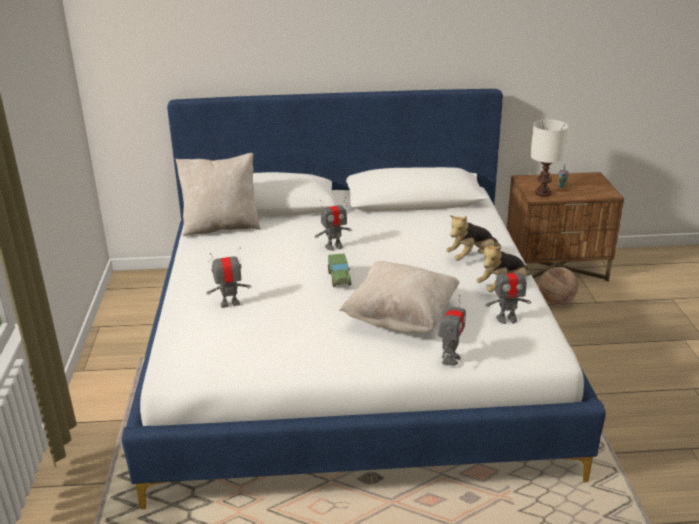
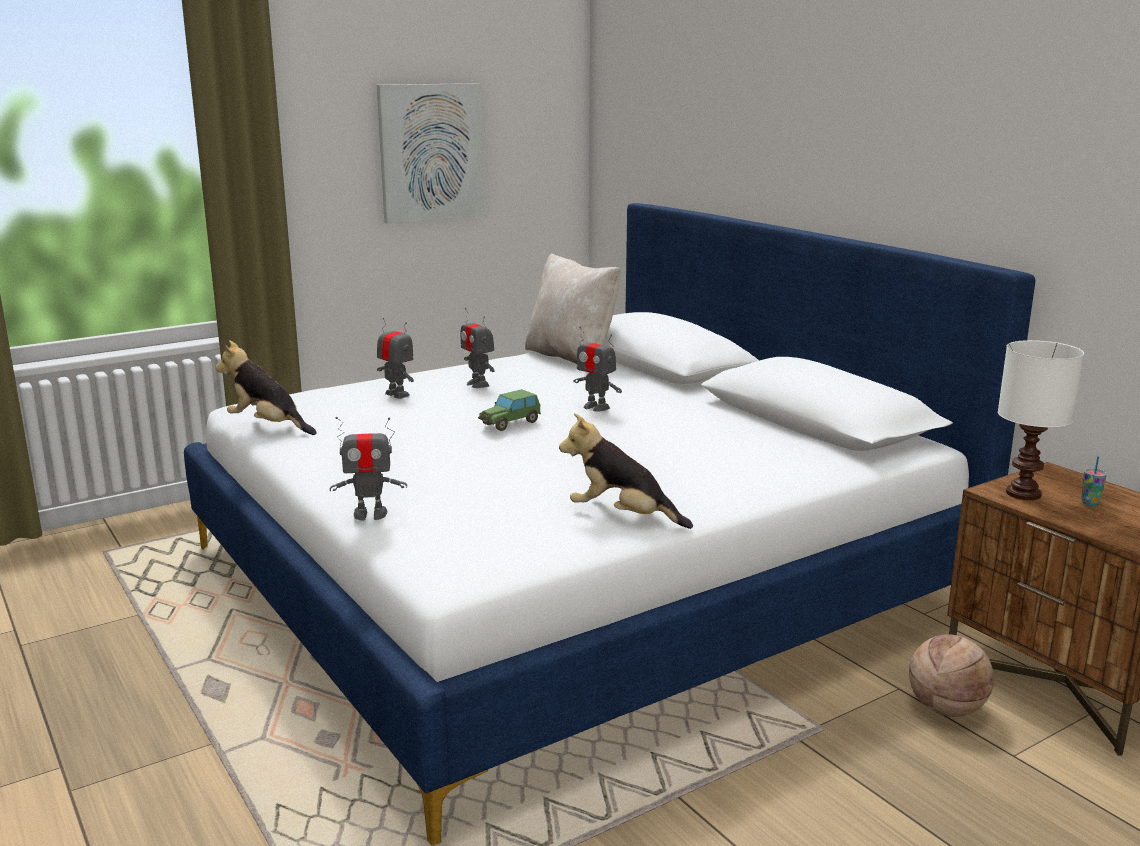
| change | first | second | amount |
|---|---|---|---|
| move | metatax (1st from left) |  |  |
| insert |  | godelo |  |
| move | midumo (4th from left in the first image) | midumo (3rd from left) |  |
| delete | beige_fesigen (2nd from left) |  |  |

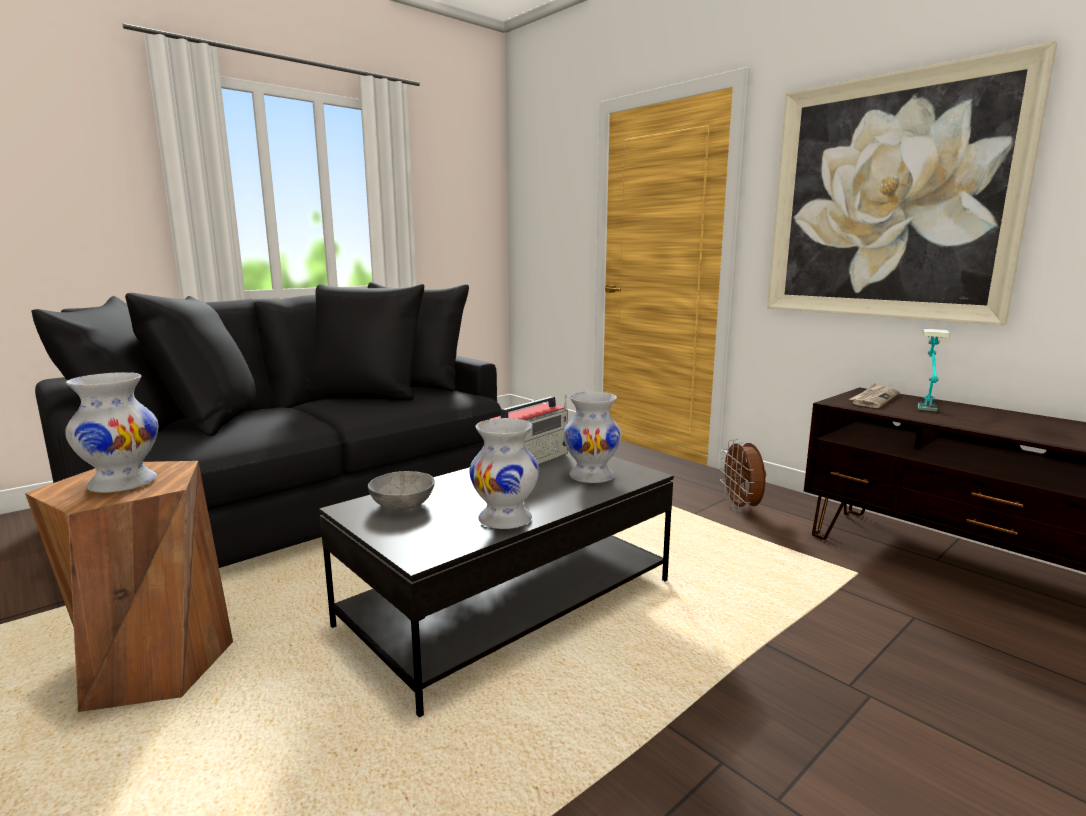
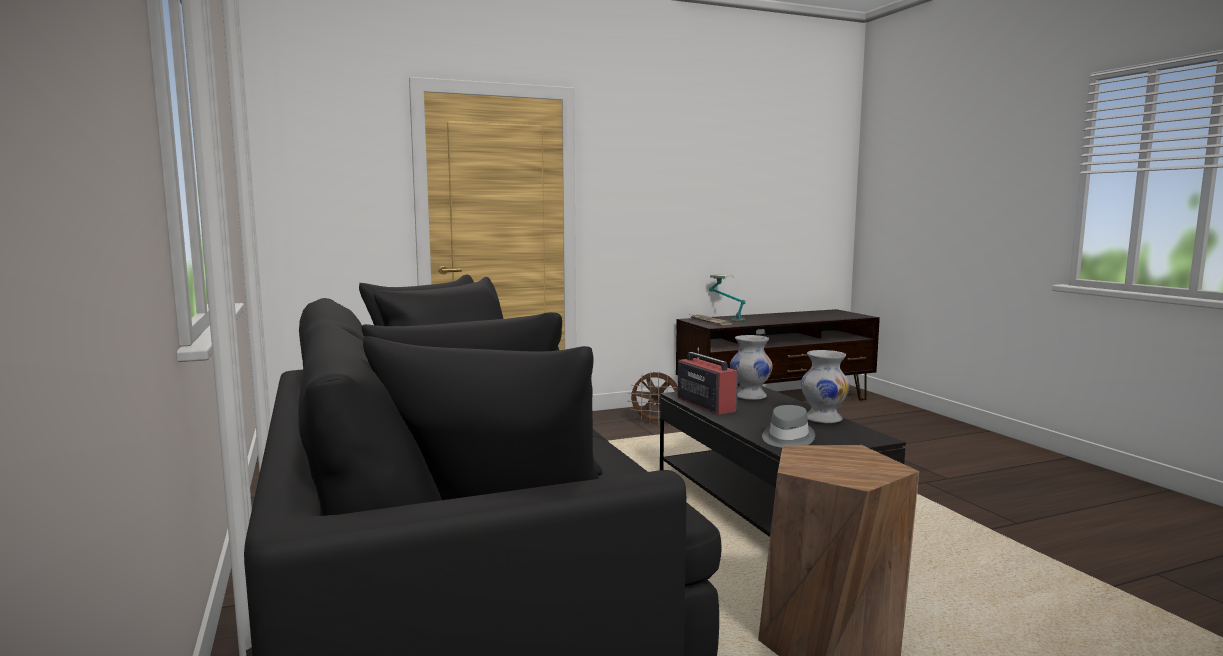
| change | first | second | amount |
|---|---|---|---|
| replace | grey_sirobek | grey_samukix |  |
| delete | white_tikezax (1st from left) |  |  |
| delete | godelo |  |  |

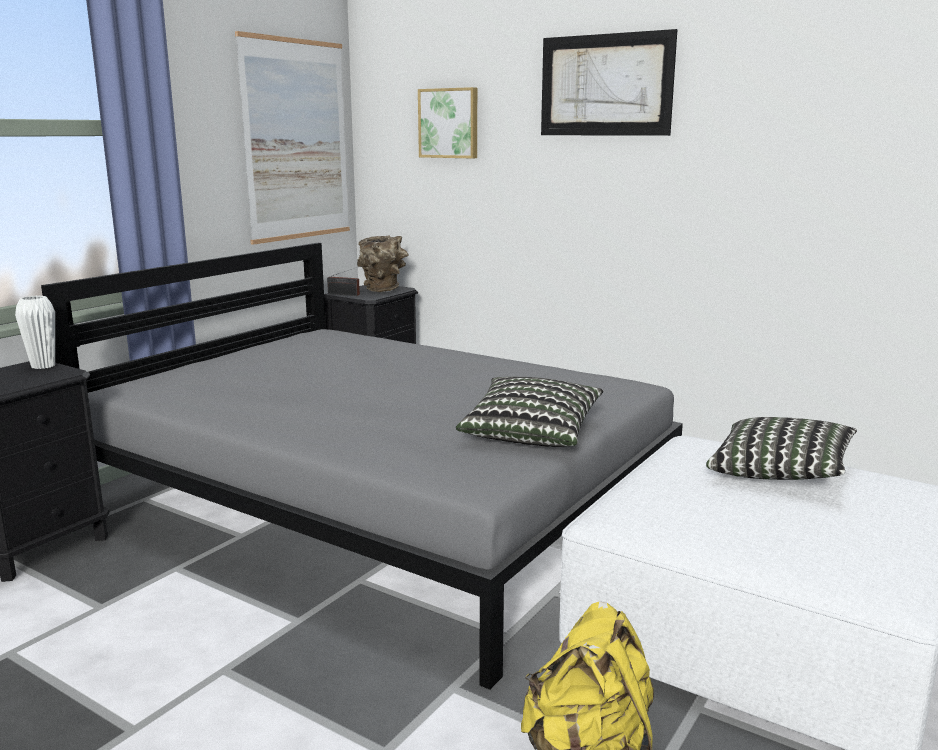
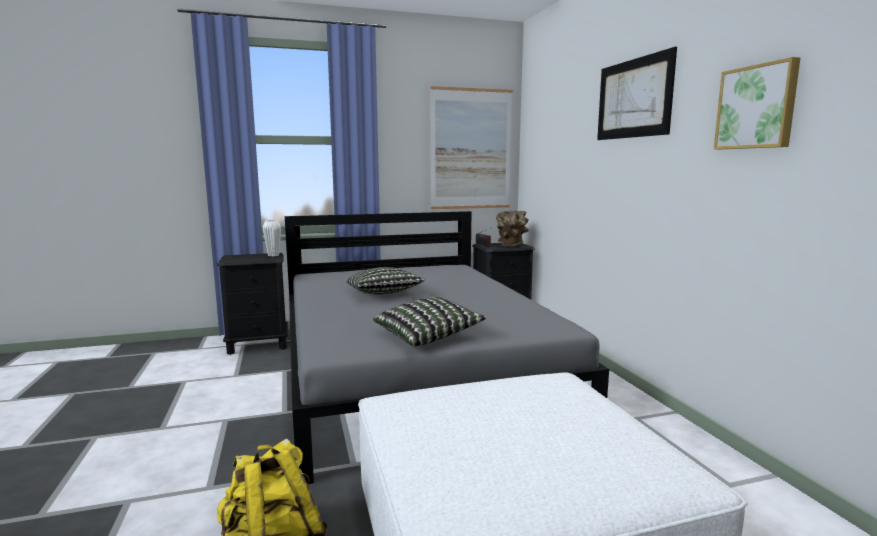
| change | first | second | amount |
|---|---|---|---|
| move | fesigen (2nd from left in the first image) | fesigen (1st from left) |  |
| move | godelo (2nd from left in the first image) | godelo (3rd from left) |  |

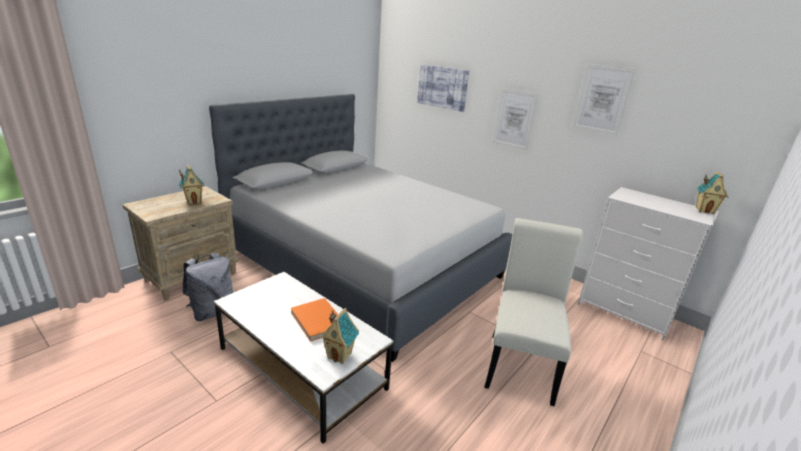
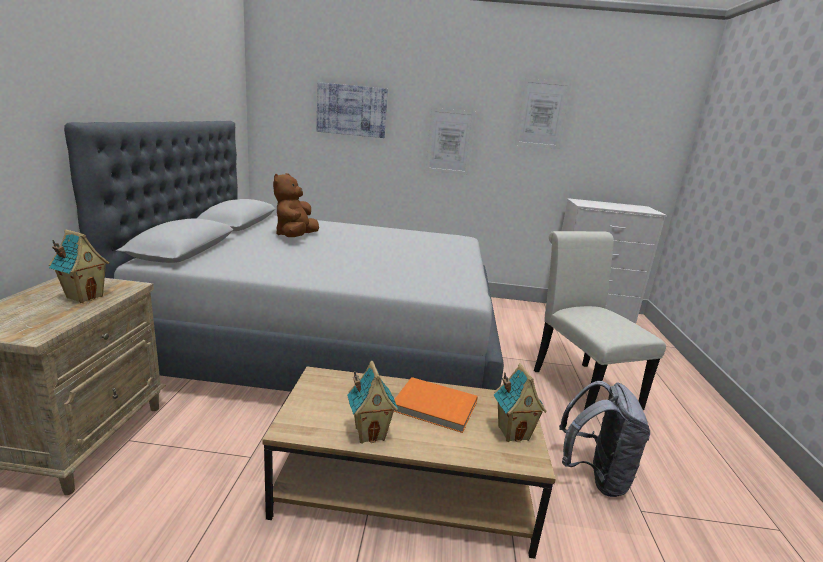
| change | first | second | amount |
|---|---|---|---|
| recolor | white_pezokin | brown_pezokin |  |
| insert |  | brown_metatax |  |
| move | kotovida (3rd from left in the first image) | kotovida (2nd from left) |  |
| move | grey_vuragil |  |  |

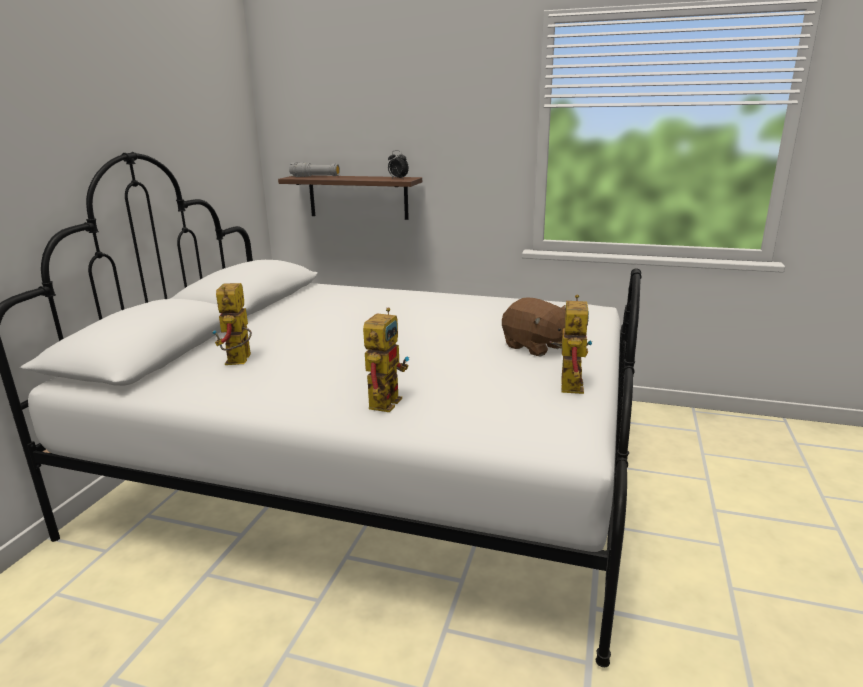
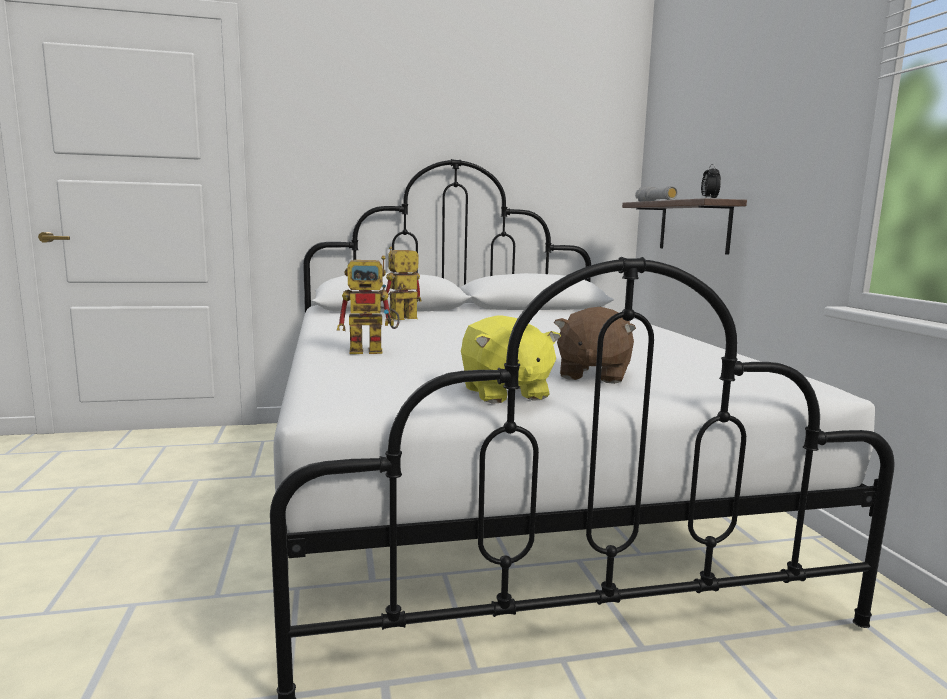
| change | first | second | amount |
|---|---|---|---|
| replace | midumo (3rd from left) | yellow_metatax |  |

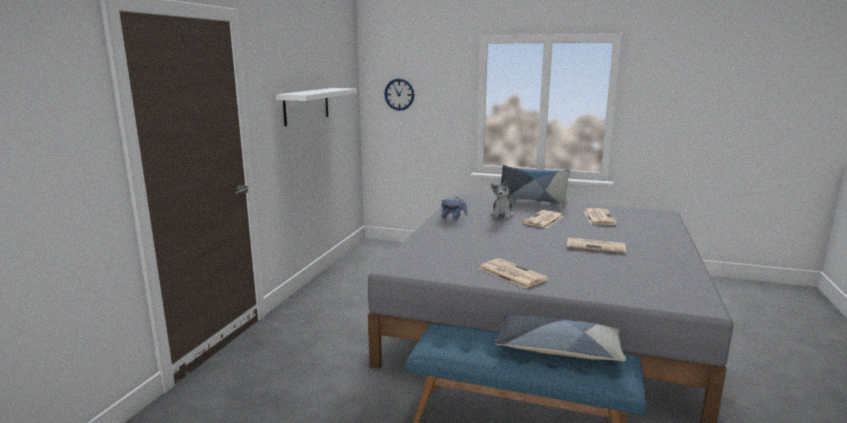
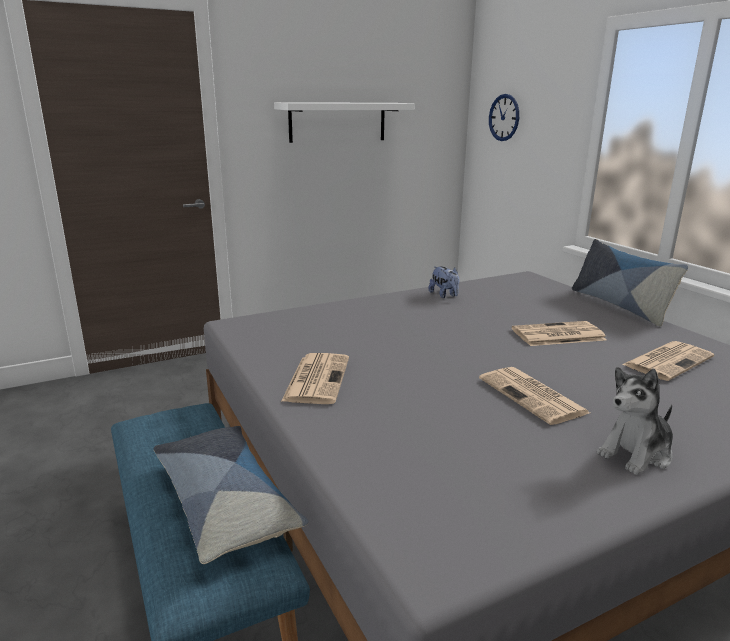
| change | first | second | amount |
|---|---|---|---|
| move | metatax (2nd from left) |  |  |

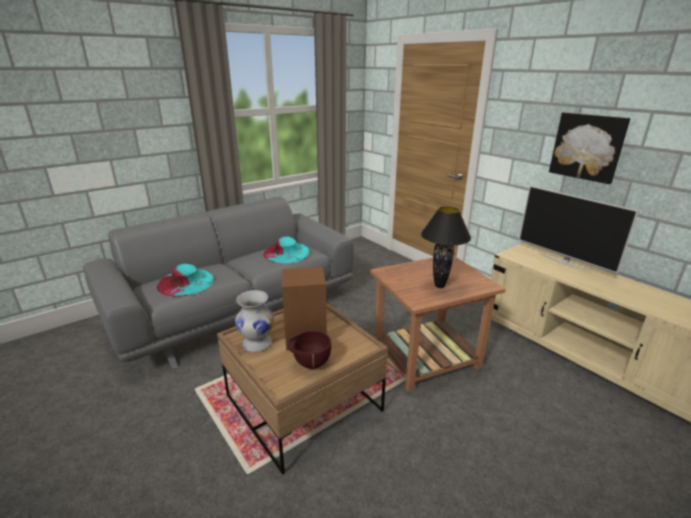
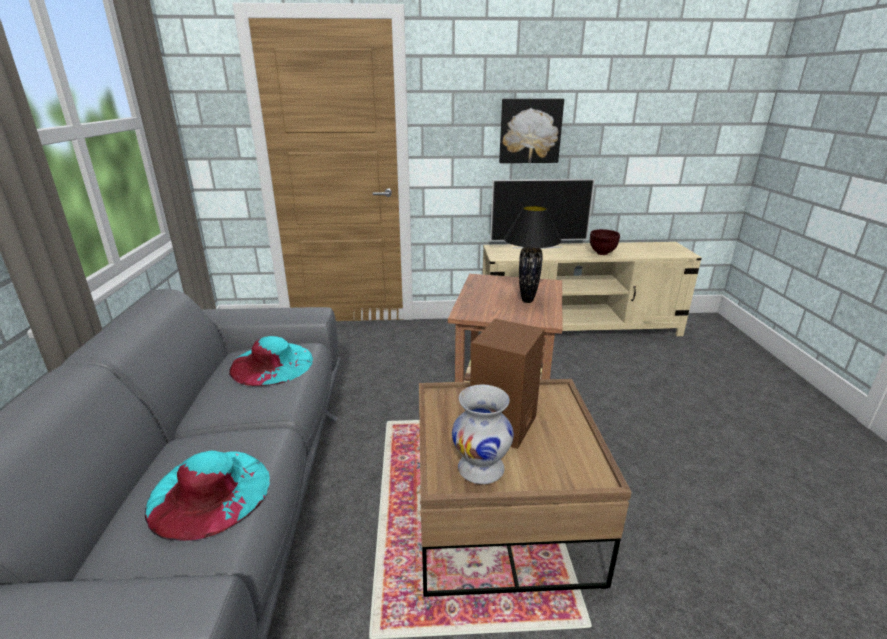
| change | first | second | amount |
|---|---|---|---|
| move | brown_sirobek |  |  |

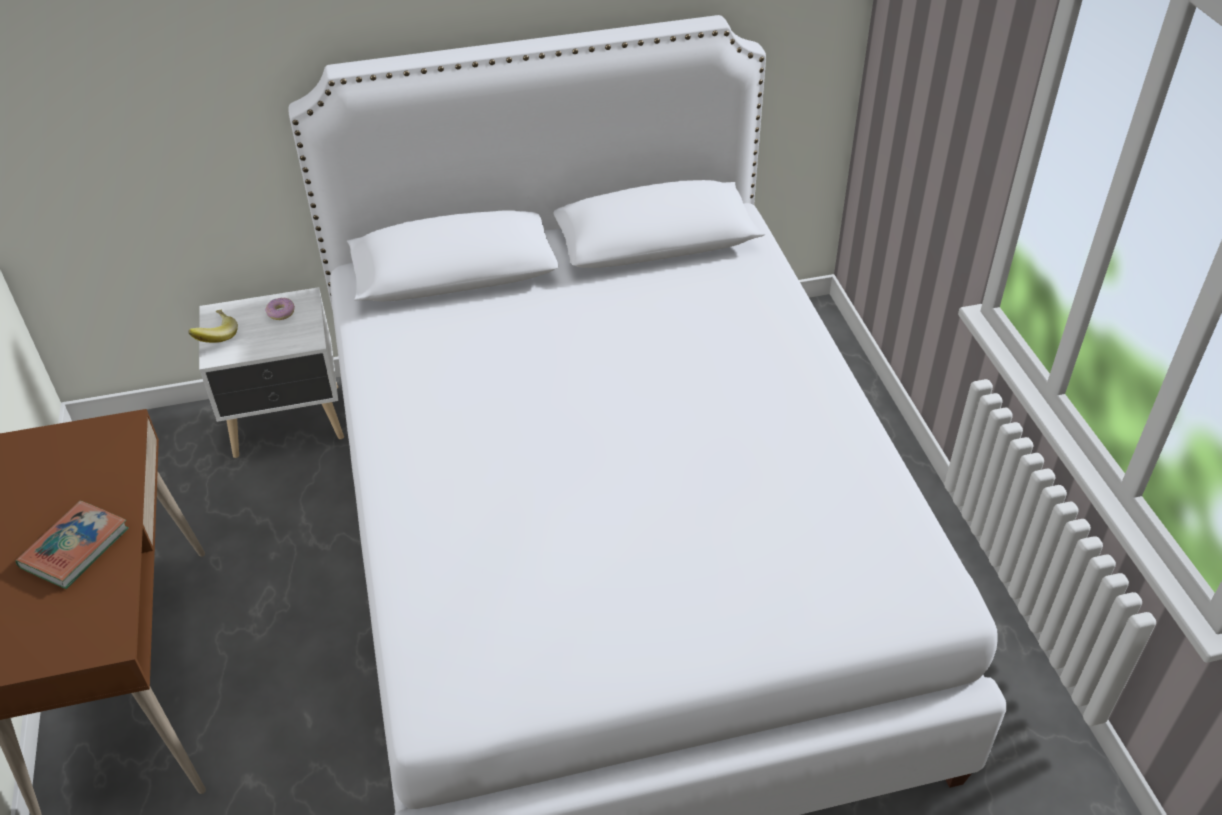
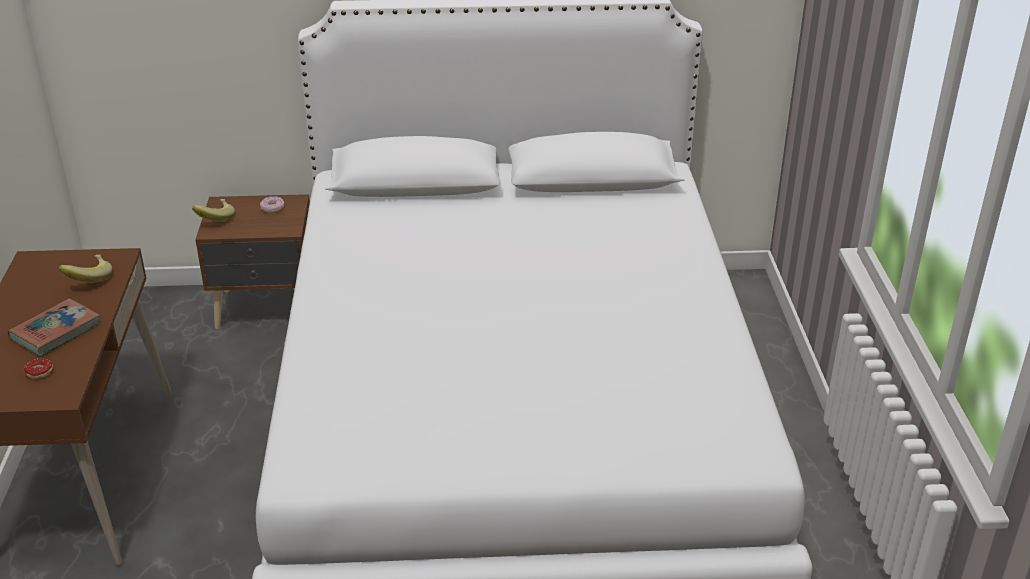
| change | first | second | amount |
|---|---|---|---|
| insert |  | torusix (1st from left) |  |
| insert |  | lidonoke (1st from left) |  |
| recolor | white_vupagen | brown_vupagen |  |

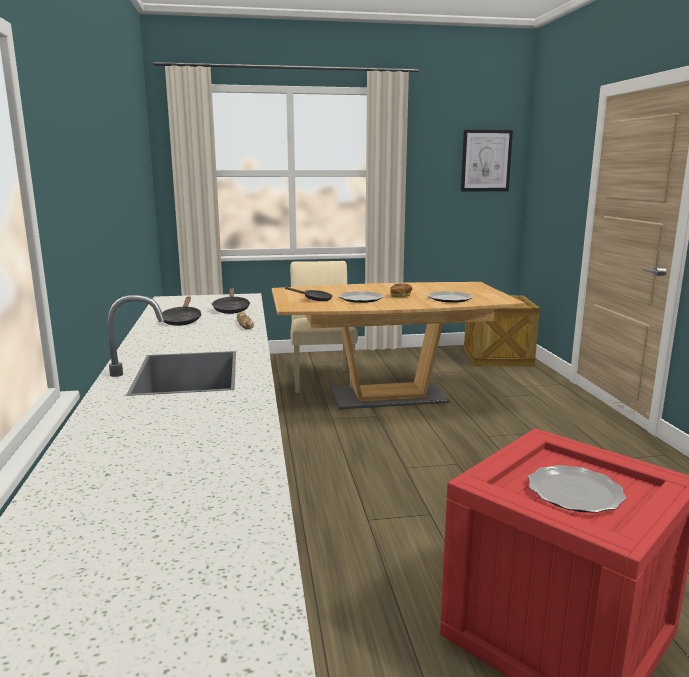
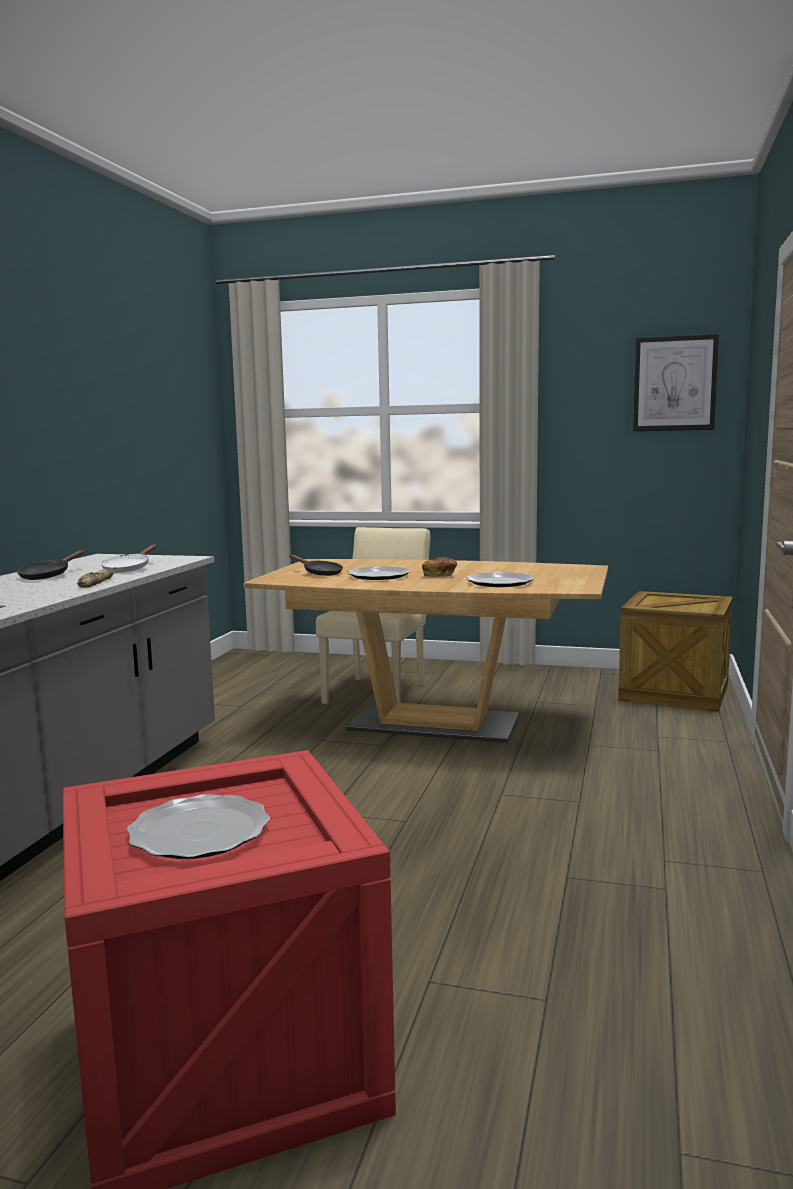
| change | first | second | amount |
|---|---|---|---|
| recolor | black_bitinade (2nd from left) | white_bitinade |  |

